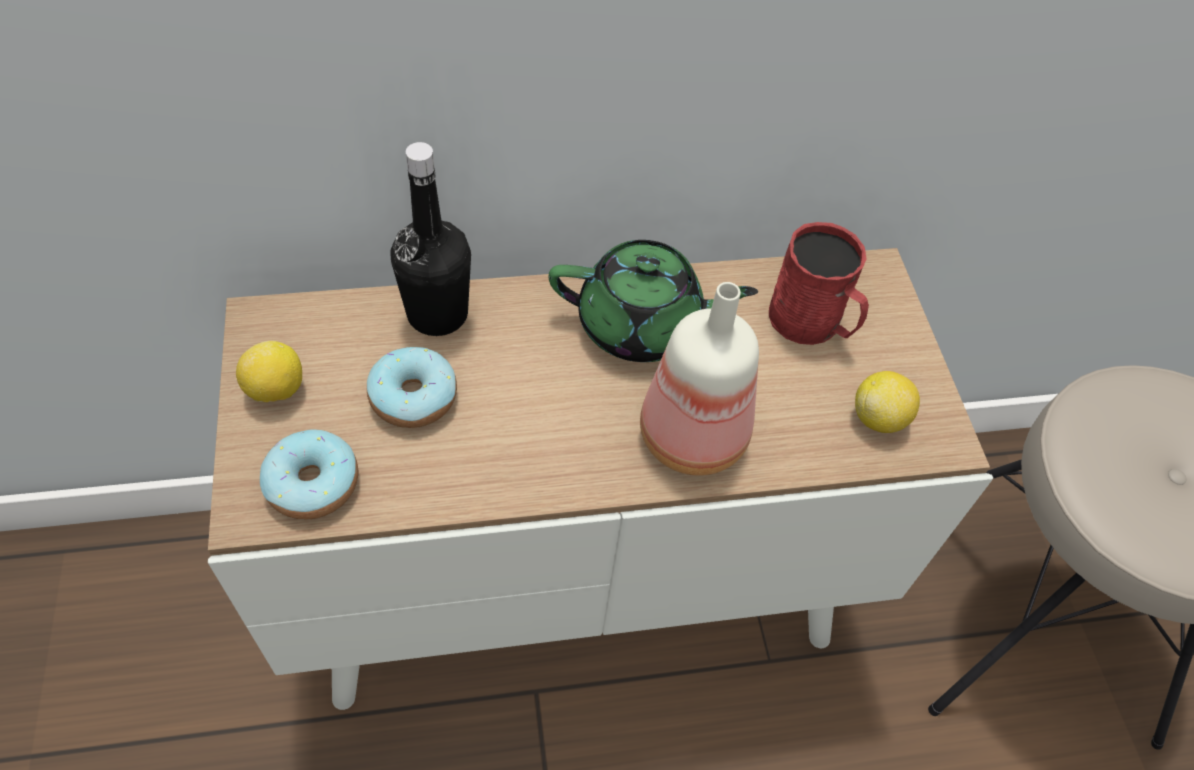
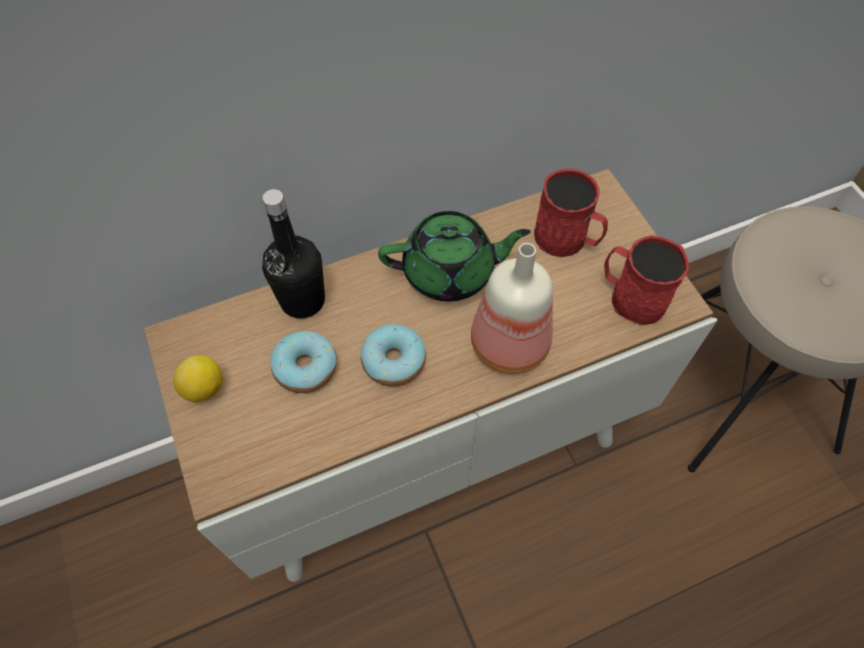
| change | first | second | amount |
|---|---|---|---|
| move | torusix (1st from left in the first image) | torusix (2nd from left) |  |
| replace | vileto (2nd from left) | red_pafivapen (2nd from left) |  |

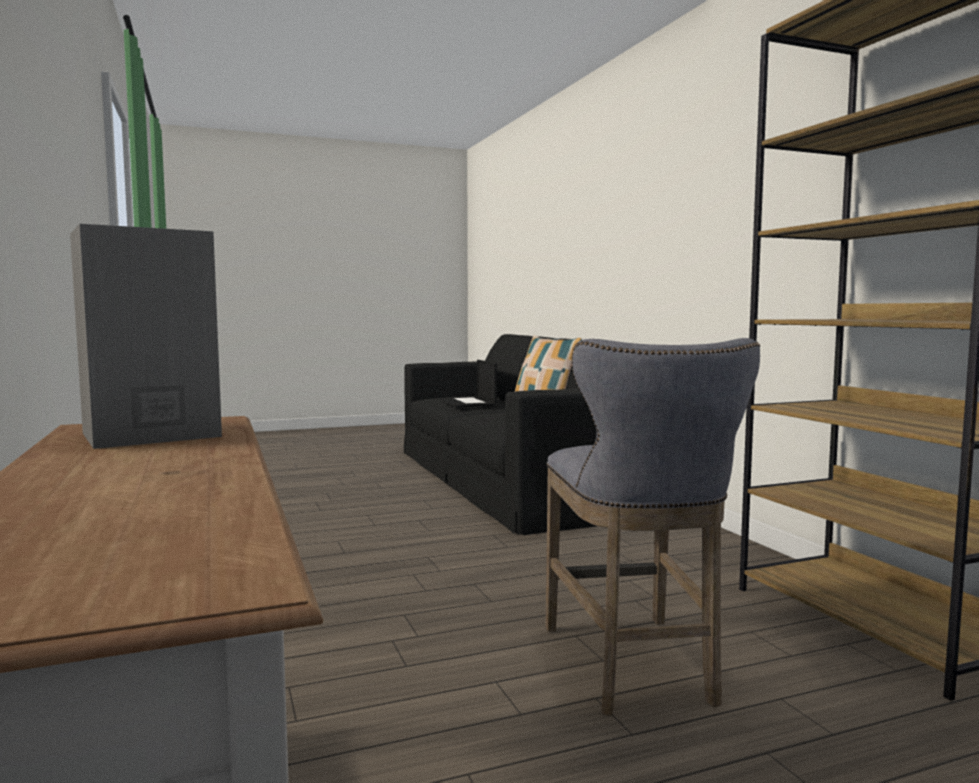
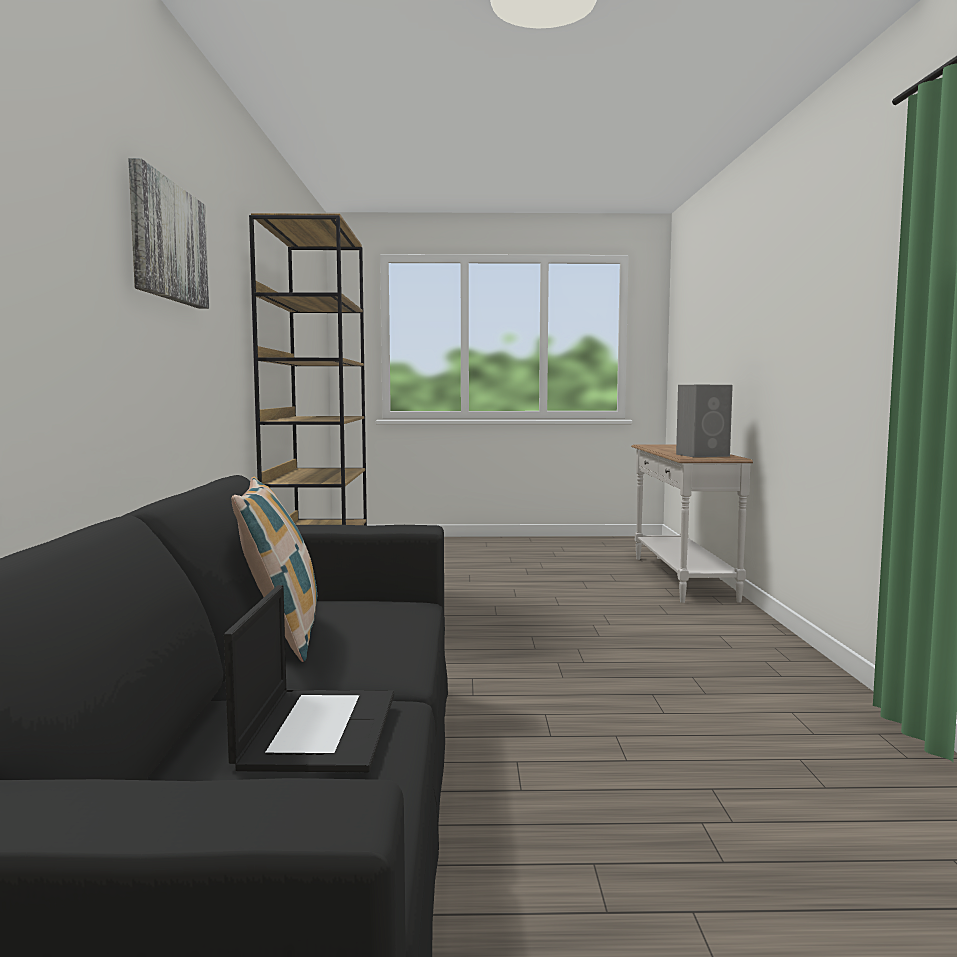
| change | first | second | amount |
|---|---|---|---|
| insert |  | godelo |  |
| delete | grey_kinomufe |  |  |

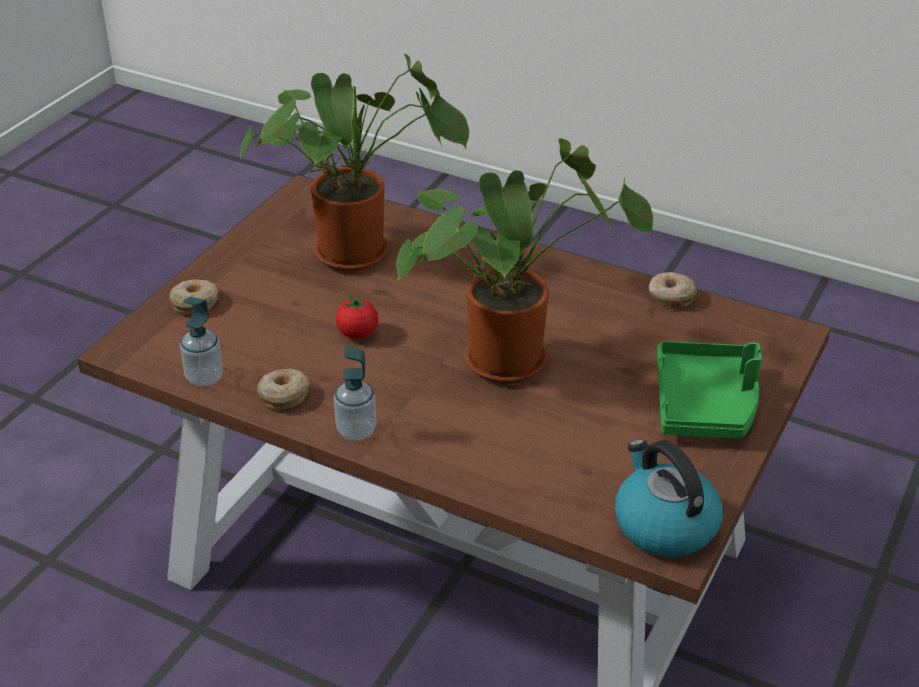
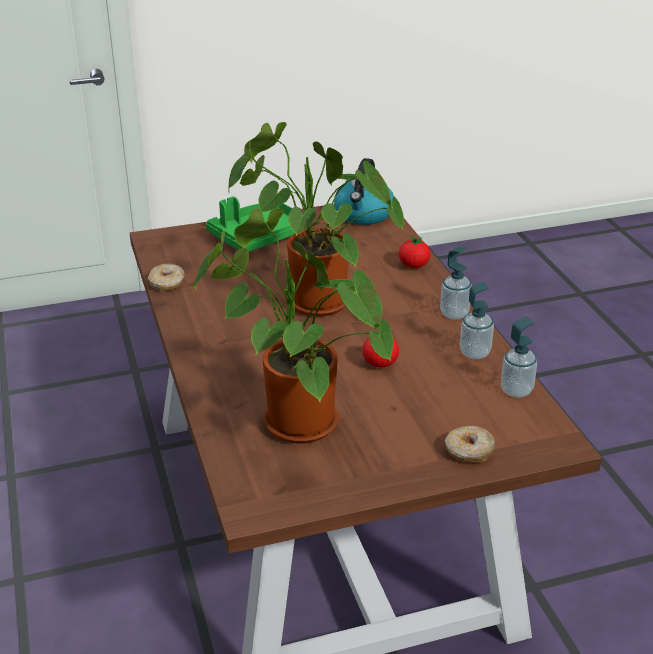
| change | first | second | amount |
|---|---|---|---|
| insert |  | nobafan (2nd from left) |  |
| replace | torusix (2nd from left) | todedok (2nd from left) |  |

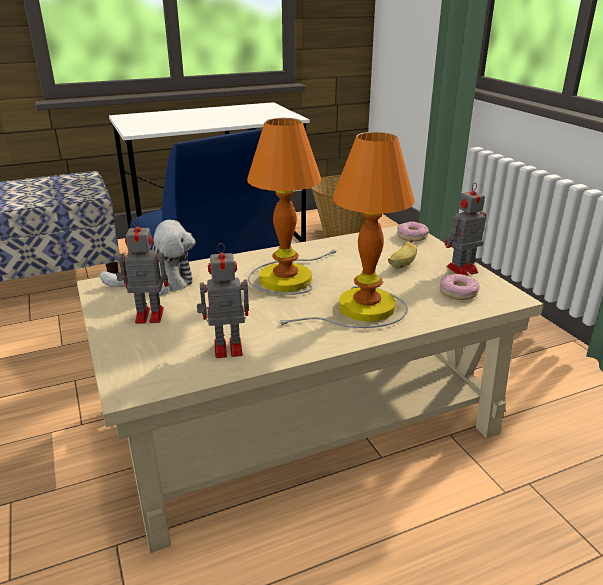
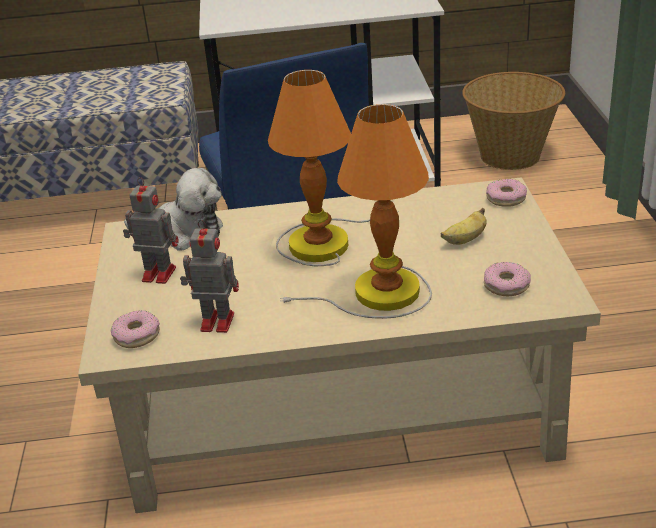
| change | first | second | amount |
|---|---|---|---|
| insert |  | torusix (1st from left) |  |
| delete | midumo (3rd from left) |  |  |

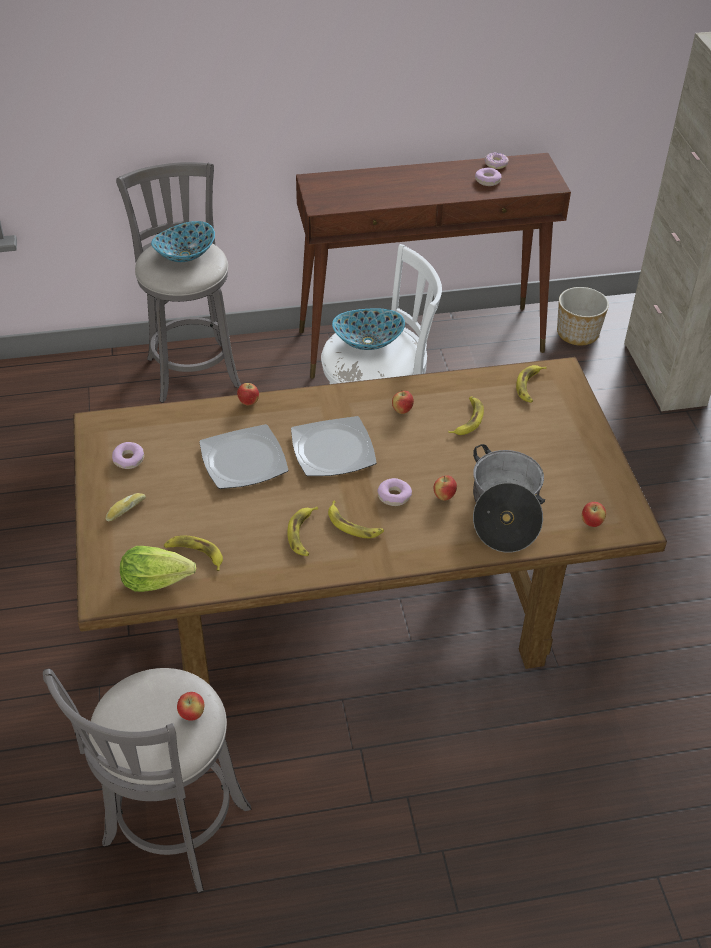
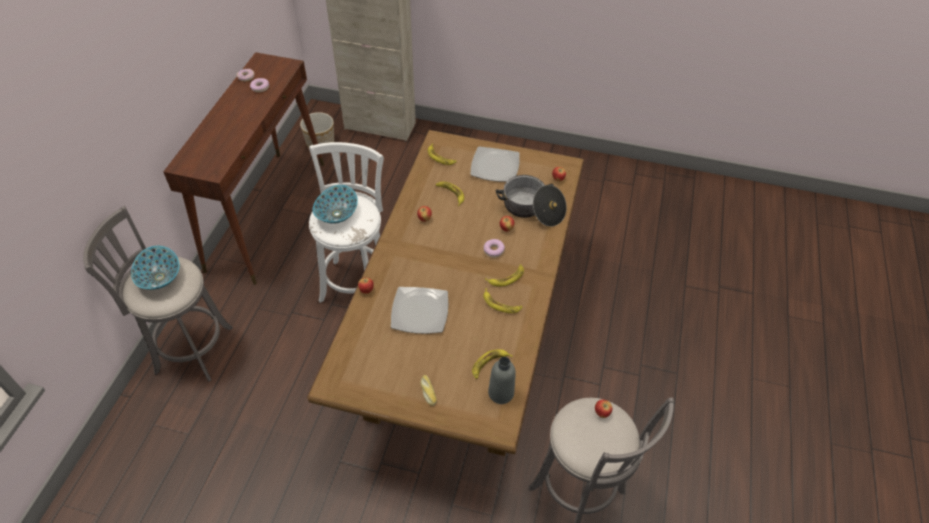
| change | first | second | amount |
|---|---|---|---|
| move | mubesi (2nd from left) |  |  |
| replace | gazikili | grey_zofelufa |  |
| delete | torusix (1st from left) |  |  |

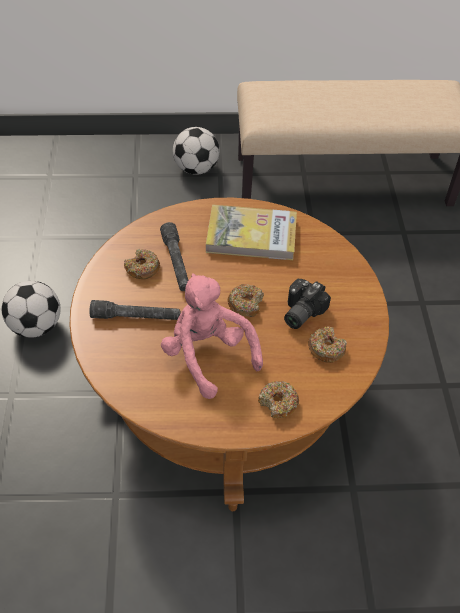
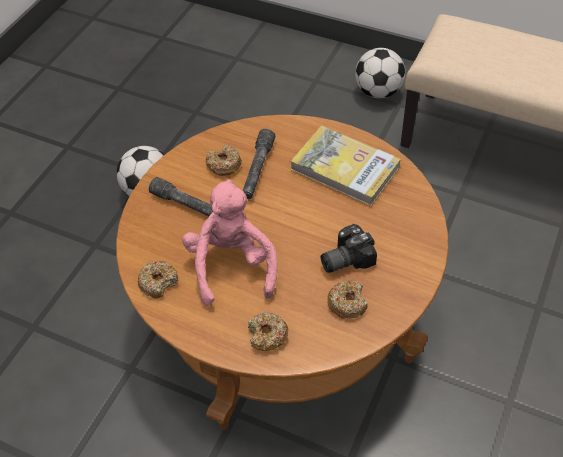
| change | first | second | amount |
|---|---|---|---|
| move | torusix (2nd from left in the first image) | torusix (1st from left) |  |

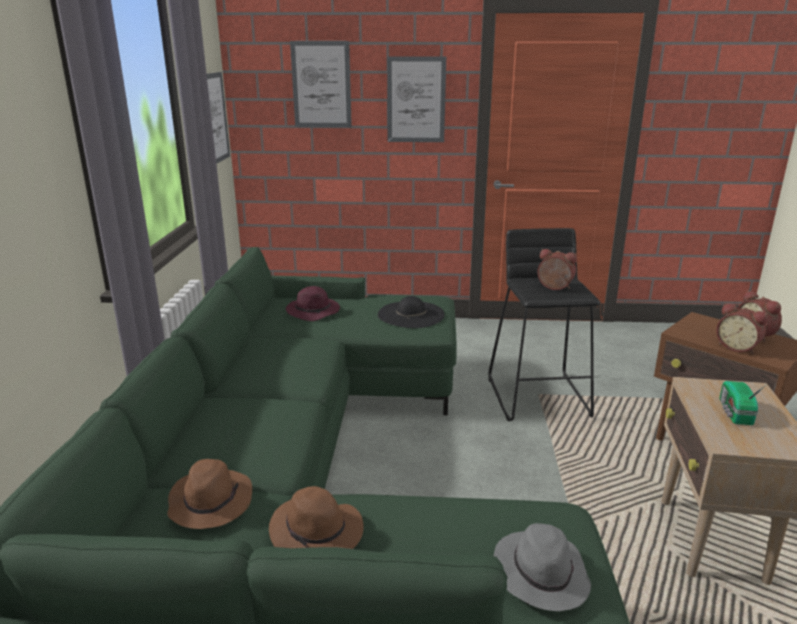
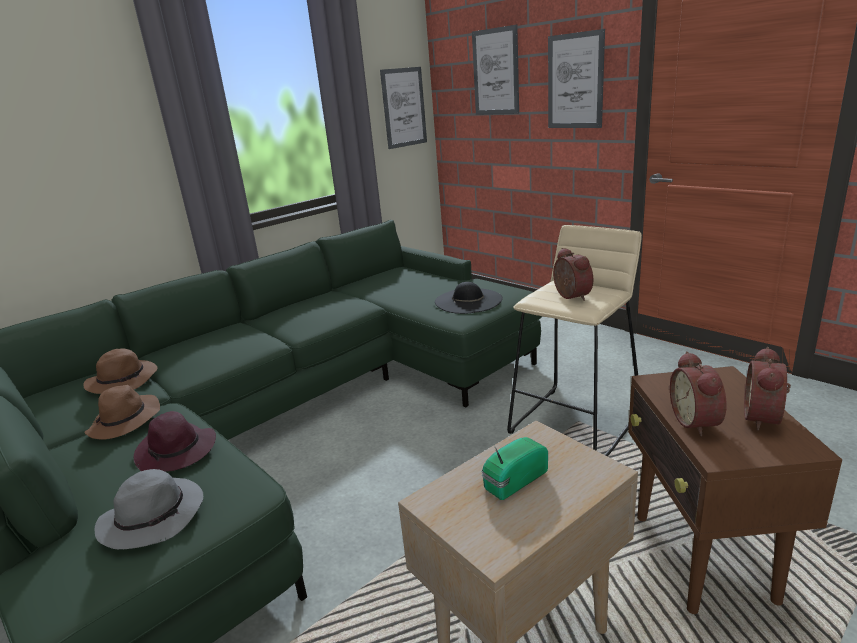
| change | first | second | amount |
|---|---|---|---|
| move | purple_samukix |  |  |
| recolor | black_kinomufe | beige_kinomufe |  |

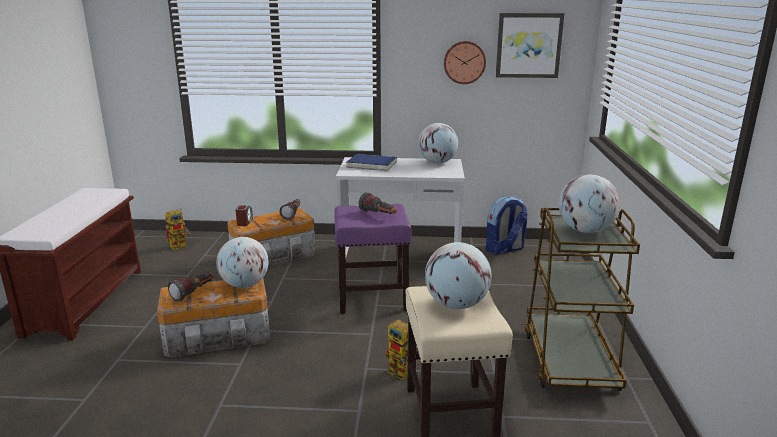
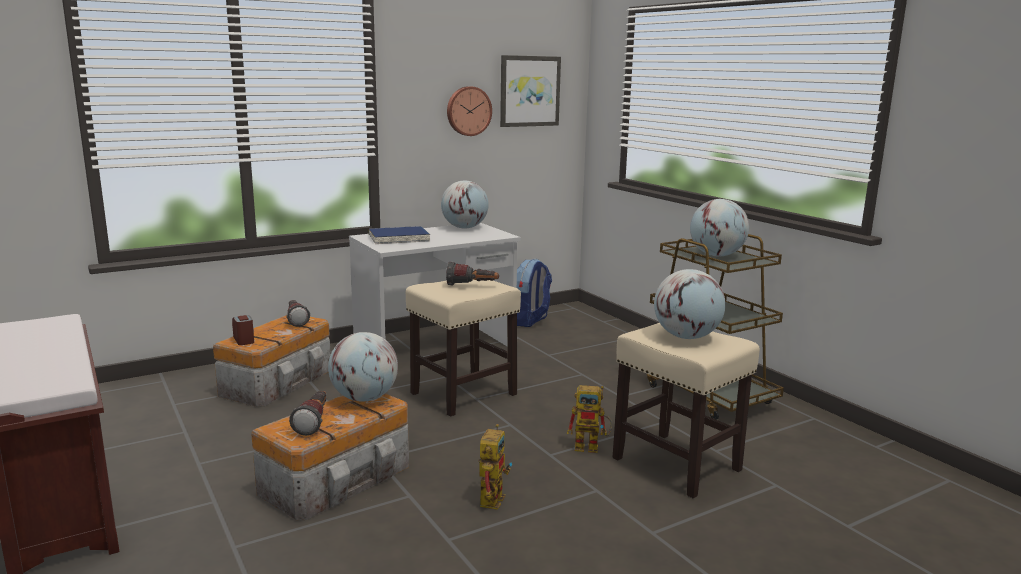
| change | first | second | amount |
|---|---|---|---|
| recolor | purple_kinomufe | beige_kinomufe (1st from left) |  |
| move | midumo (1st from left) |  |  |

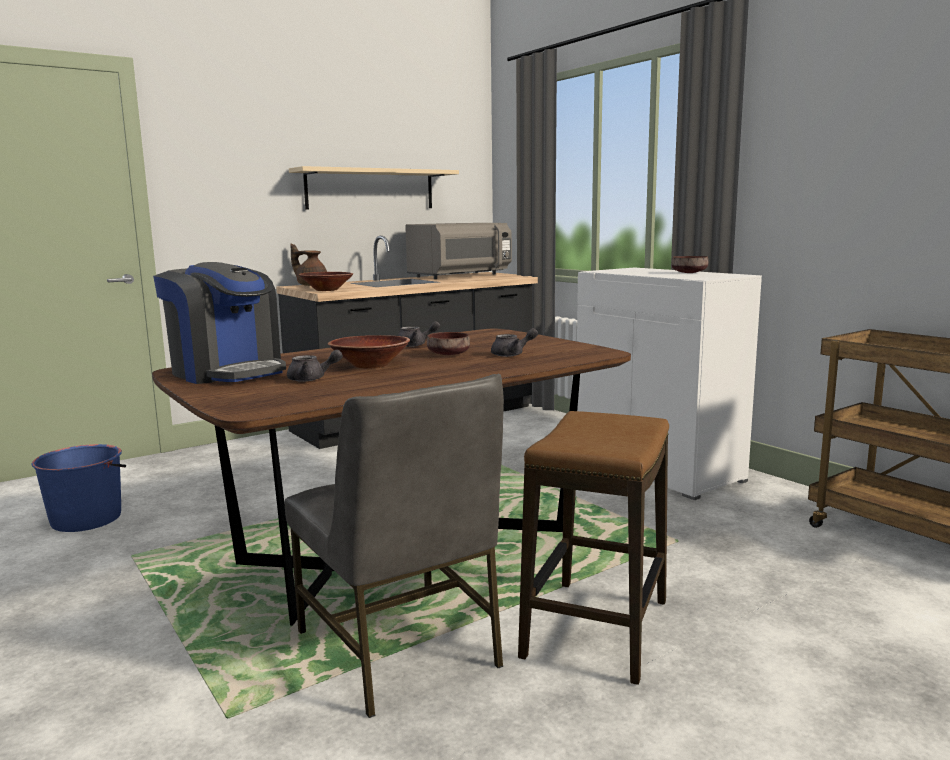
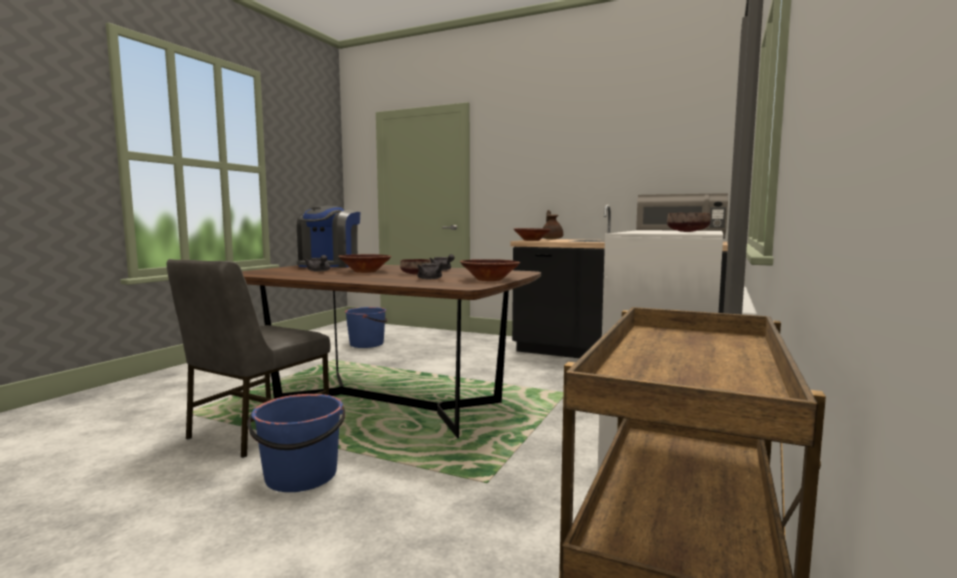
| change | first | second | amount |
|---|---|---|---|
| replace | kinomufe | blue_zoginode (1st from left) |  |
| insert |  | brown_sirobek (3rd from left) |  |
| delete | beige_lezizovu |  |  |

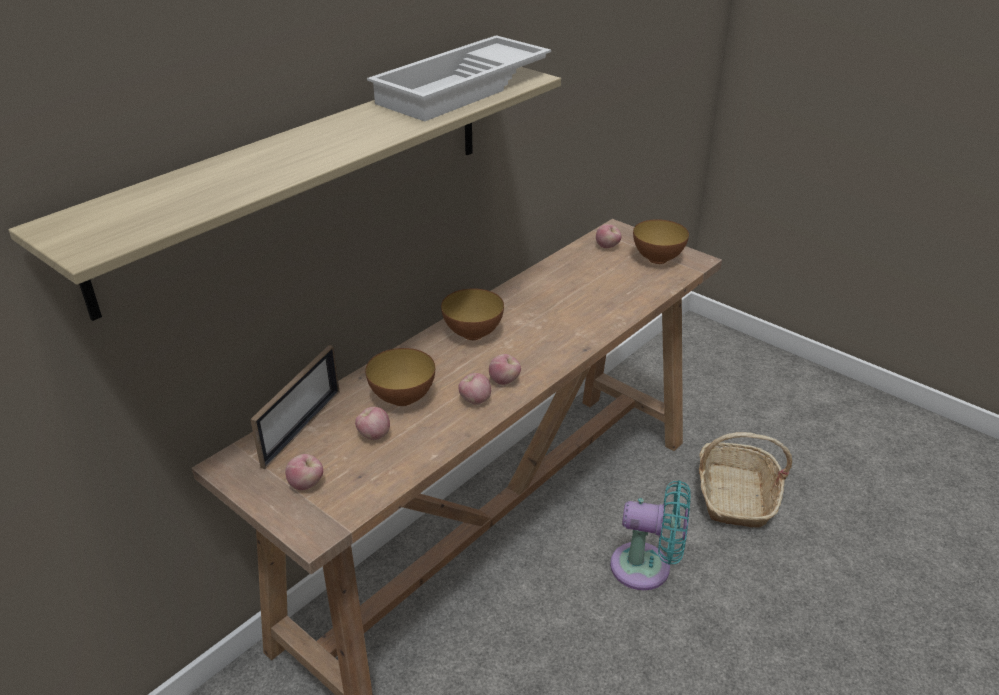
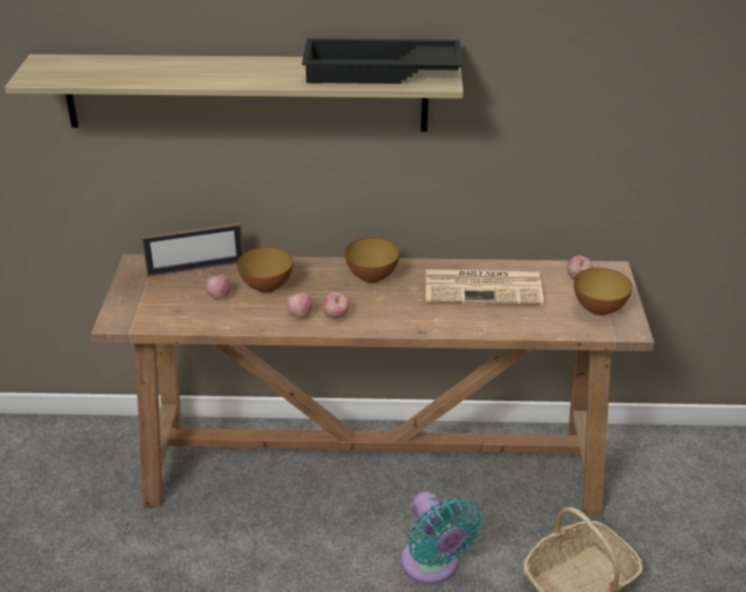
| change | first | second | amount |
|---|---|---|---|
| recolor | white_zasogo | black_zasogo |  |
| insert |  | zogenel |  |
| delete | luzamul (1st from left) |  |  |

